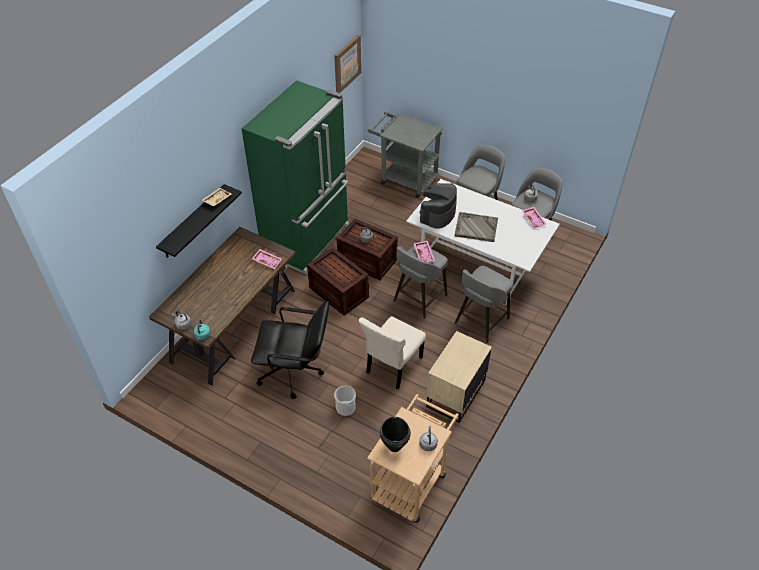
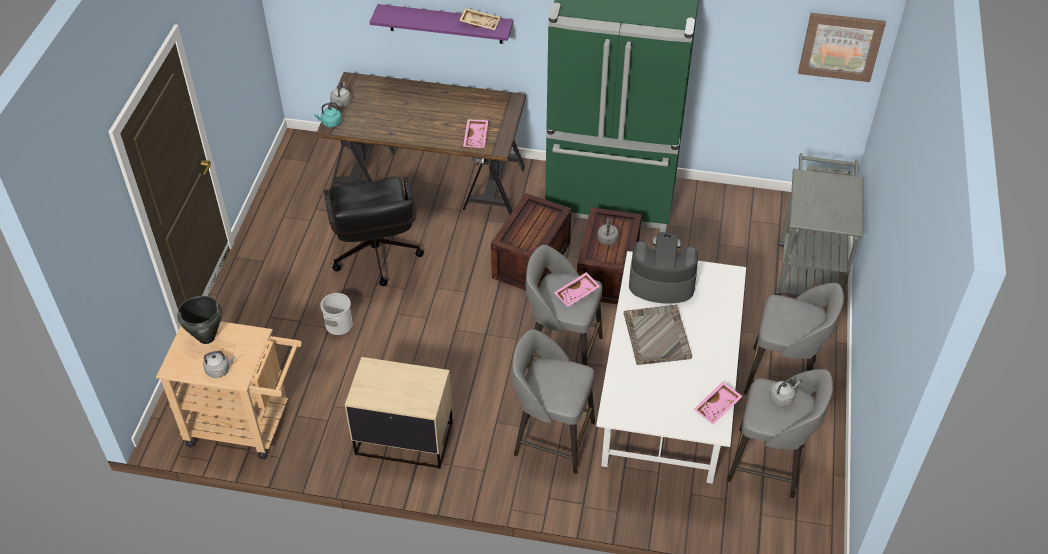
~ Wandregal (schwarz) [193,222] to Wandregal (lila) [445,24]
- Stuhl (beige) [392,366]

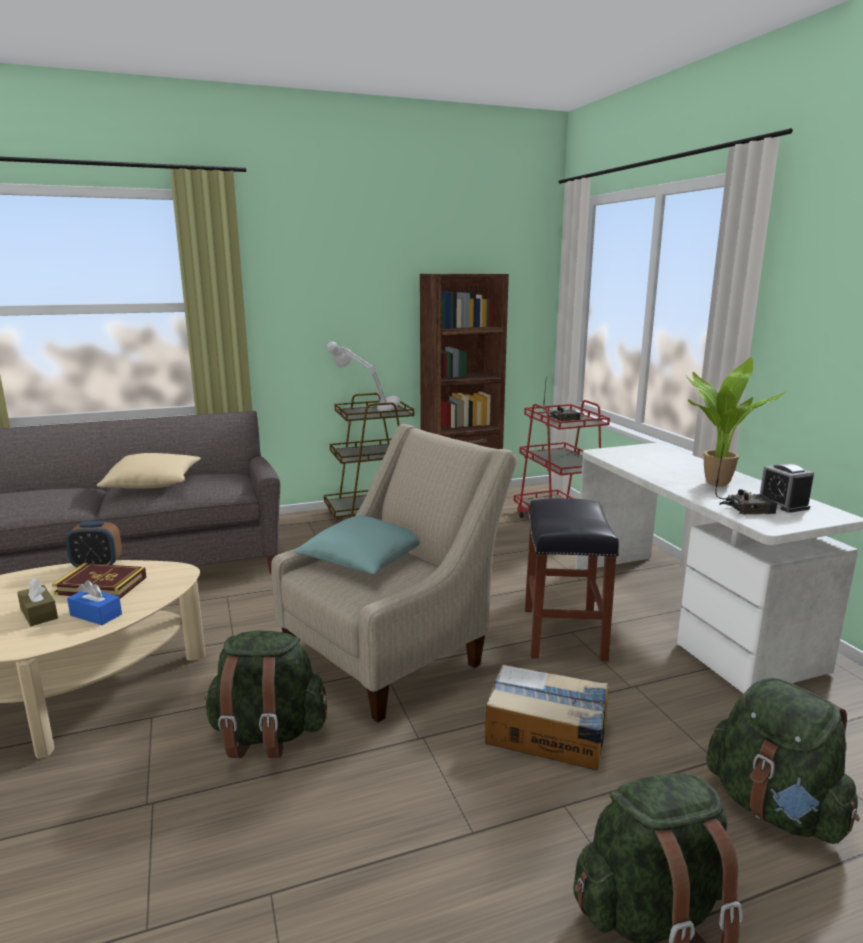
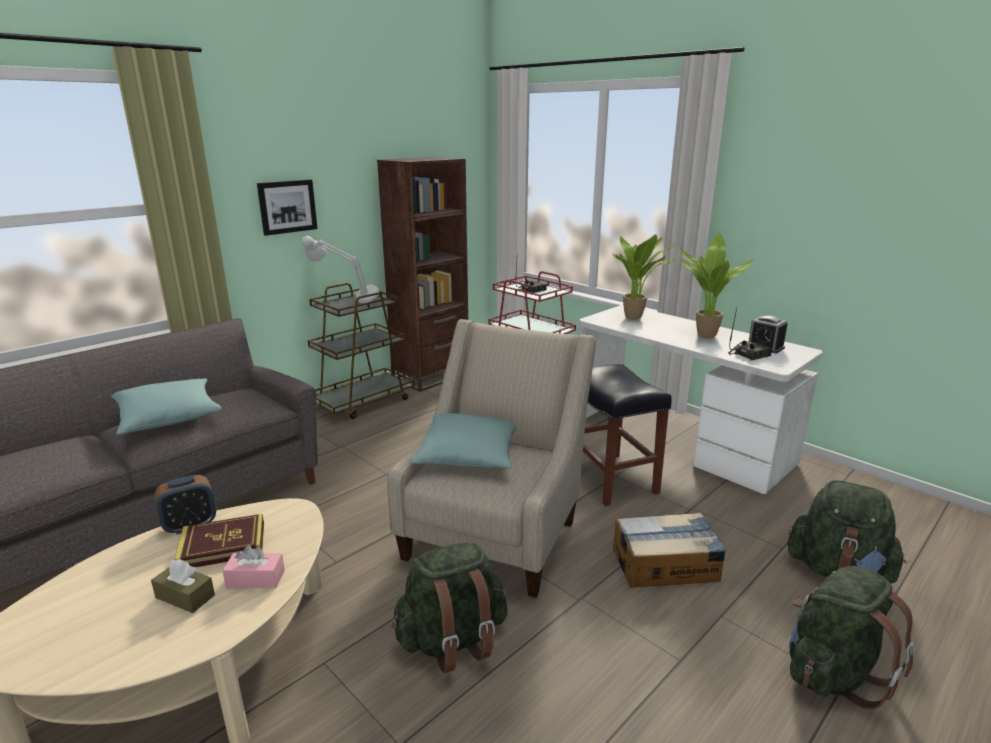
~ Kissen (beige) [153,484] to Kissen (türkis) [168,418]
~ Taschentuchbox (blau) [96,615] to Taschentuchbox (rosa) [256,579]
+ Bild [287,206]
+ Topfpflanze [636,318]

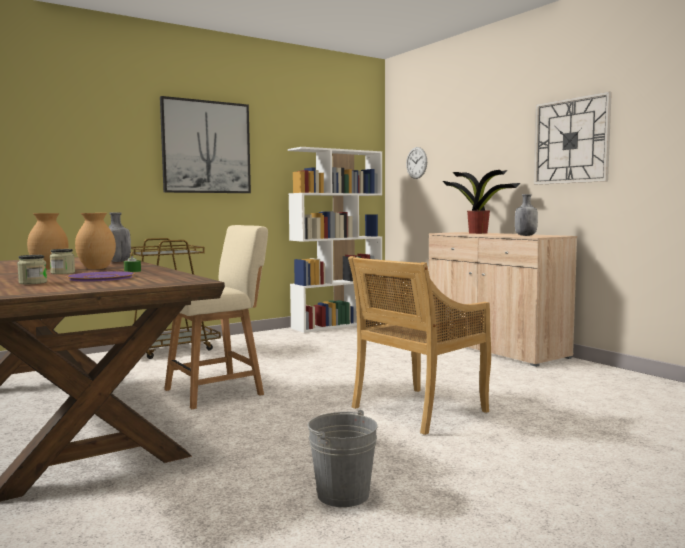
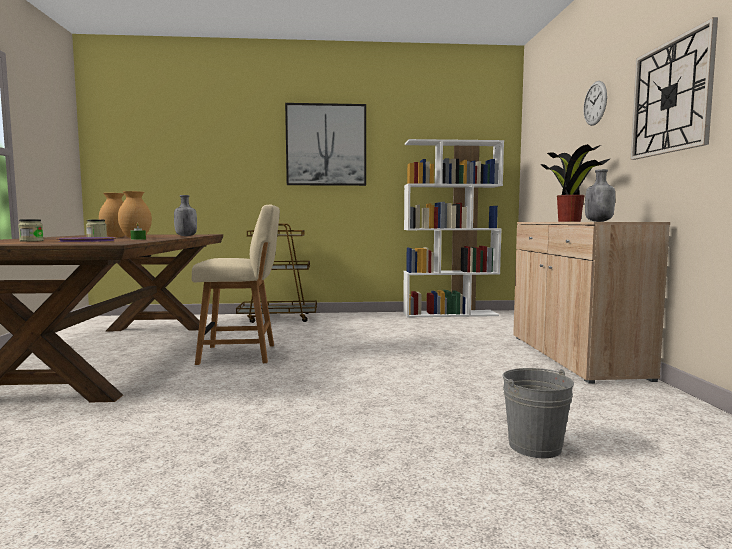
~ Eimer (grau) [343,494] to [535,446]
~ Wanduhr [416,163] to [595,103]
- Stuhl (beige) [418,410]

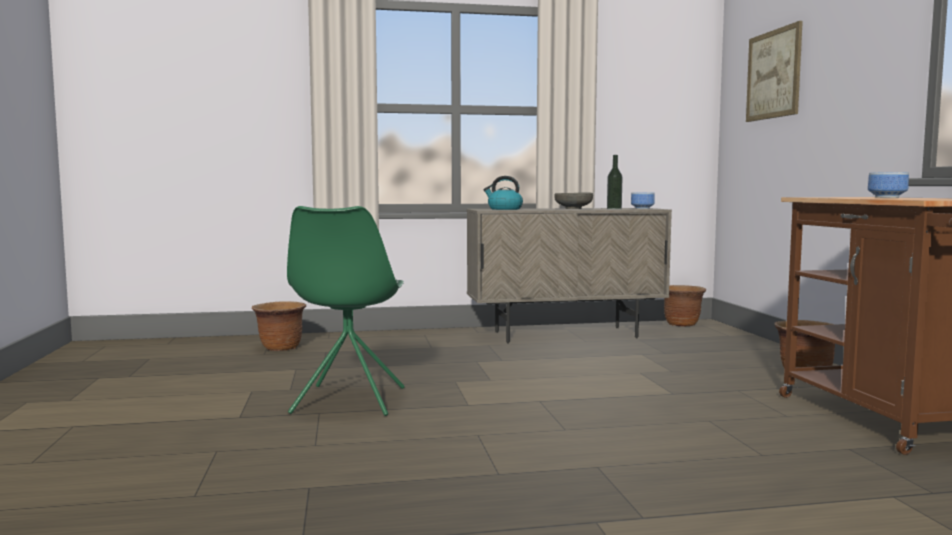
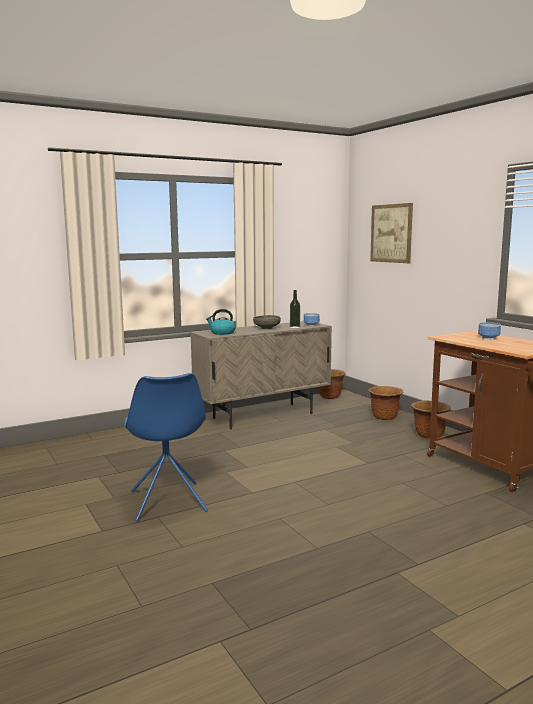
~ Stuhl (grün) [348,401] to Stuhl (blau) [168,502]
~ Pflanzkübel (braun) [280,348] to [384,417]

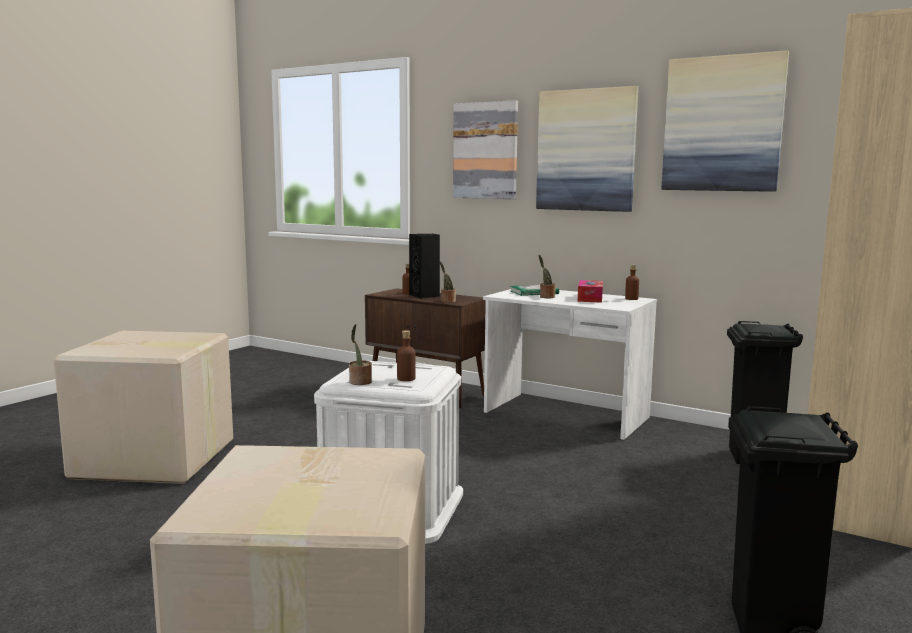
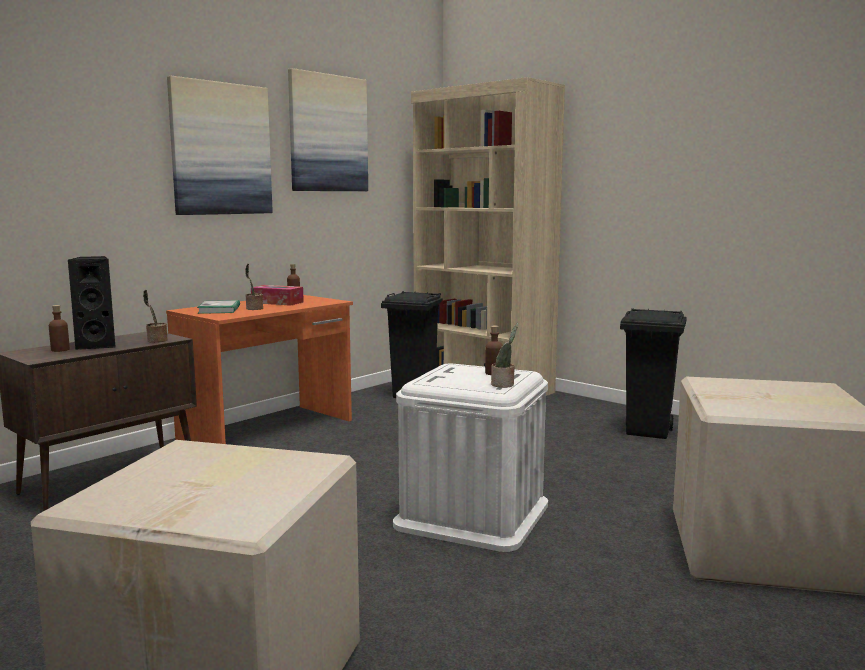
~ Schreibtisch (weiß) [565,415] to Schreibtisch (orange) [269,430]
- Bild [485,151]

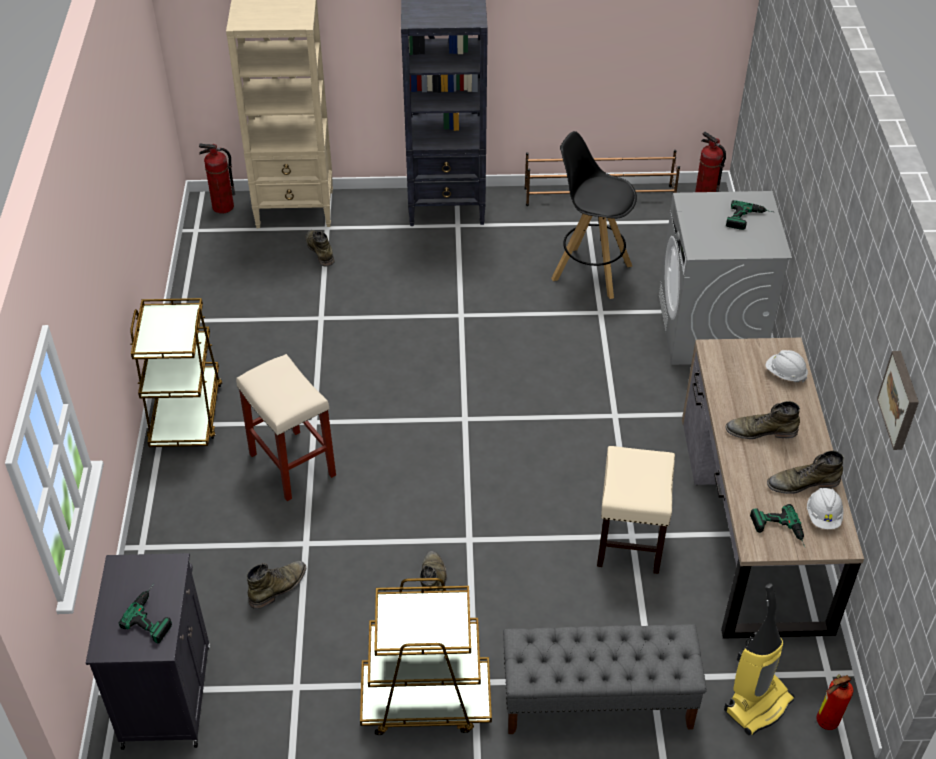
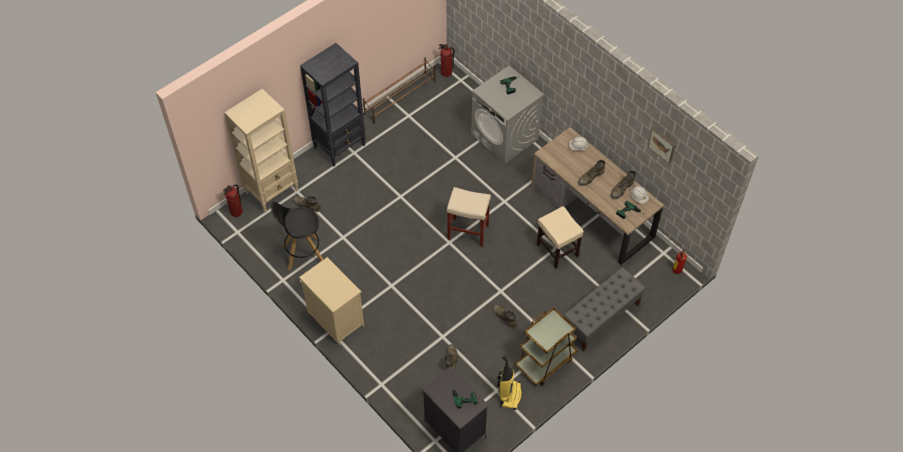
~ Hocker (schwarz) [590,272] to [303,254]
~ Rollwagen (braun) [186,413] to Schrank (beige) [335,319]
~ Hocker (beige) [291,464] to [467,232]
~ Staubsauger [757,704] to [509,395]

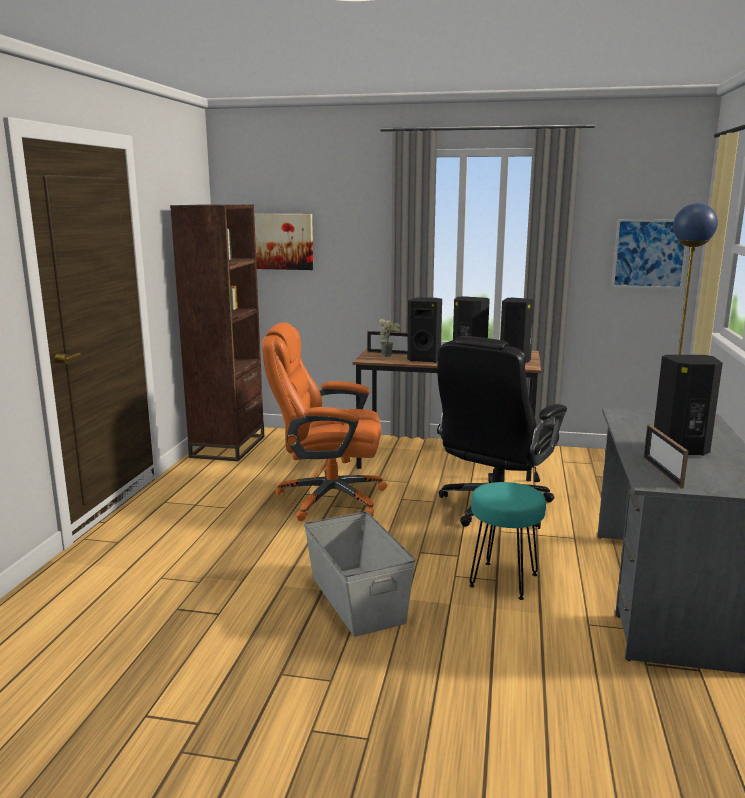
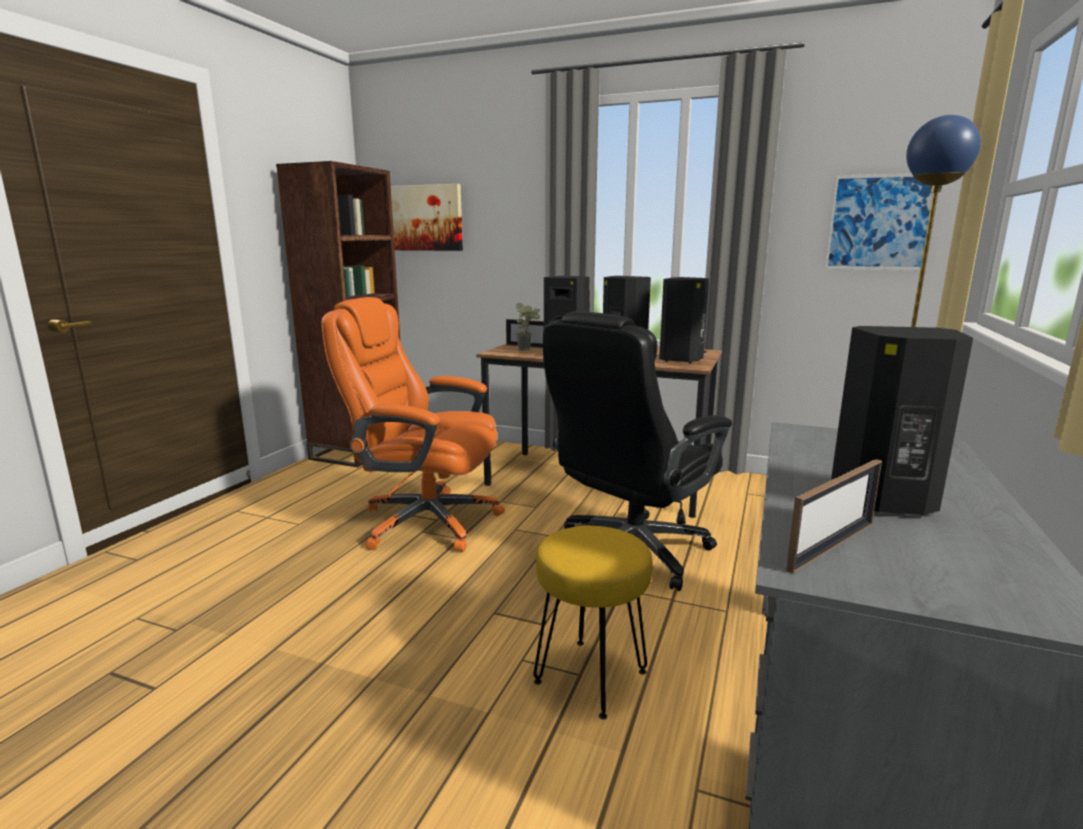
~ Hocker (türkis) [503,580] to Hocker (gelb) [590,676]
~ Bilderrahmen [662,472] = [831,546] 135 degrees counterclockwise
- Aufbewahrungsbox (grau) [356,599]

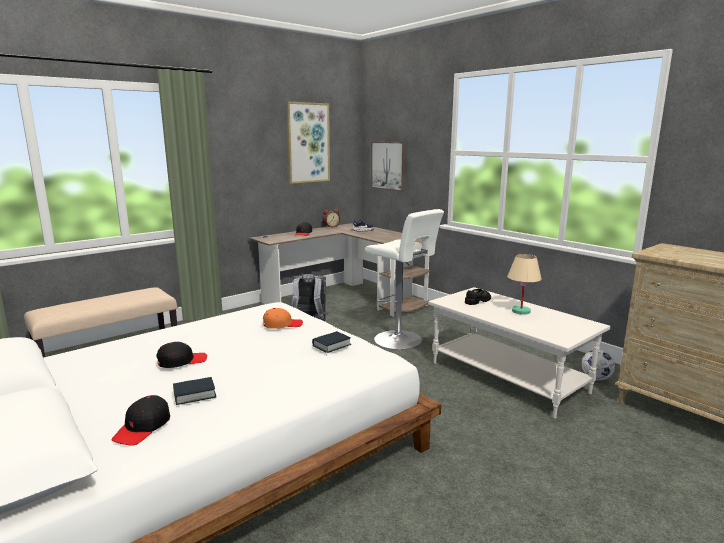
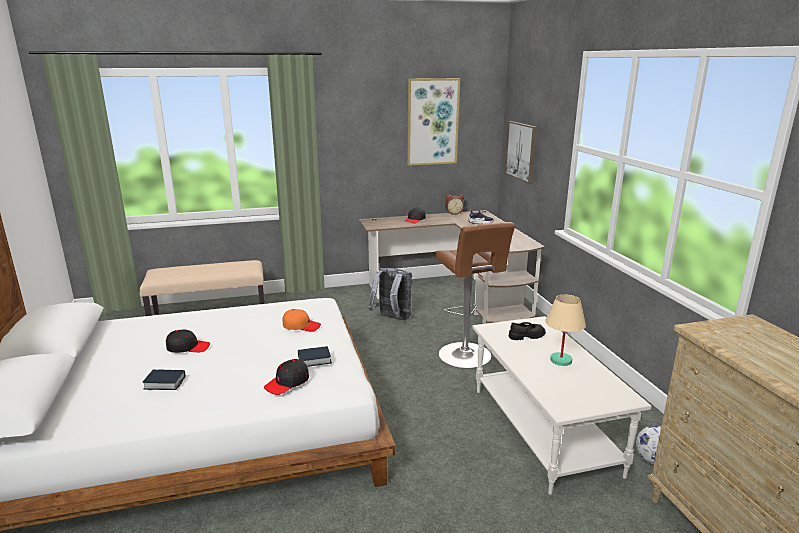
~ Kappe (schwarz) [143,428] to [287,383]
~ Hocker (weiß) [401,340] to Hocker (braun) [466,357]

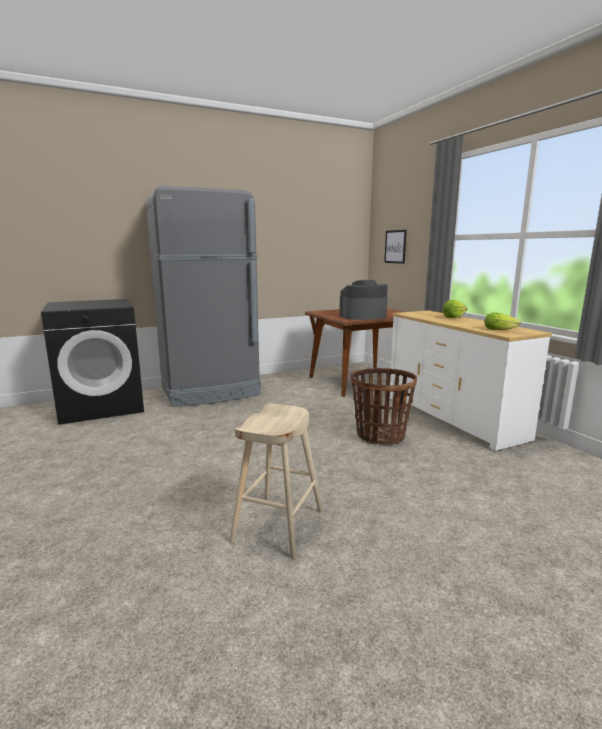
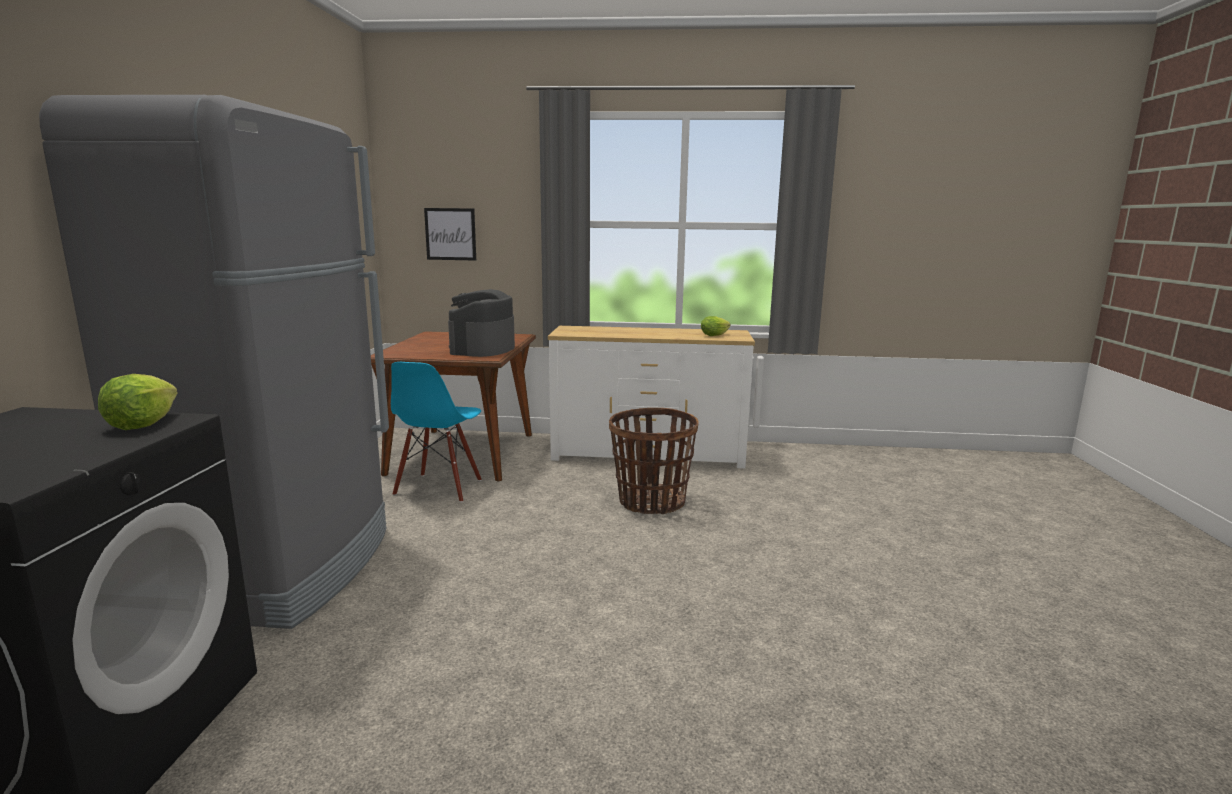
~ Salatkopf [453,317] to [143,424]
+ Stuhl (blau) [439,488]
- Hocker (beige) [278,525]

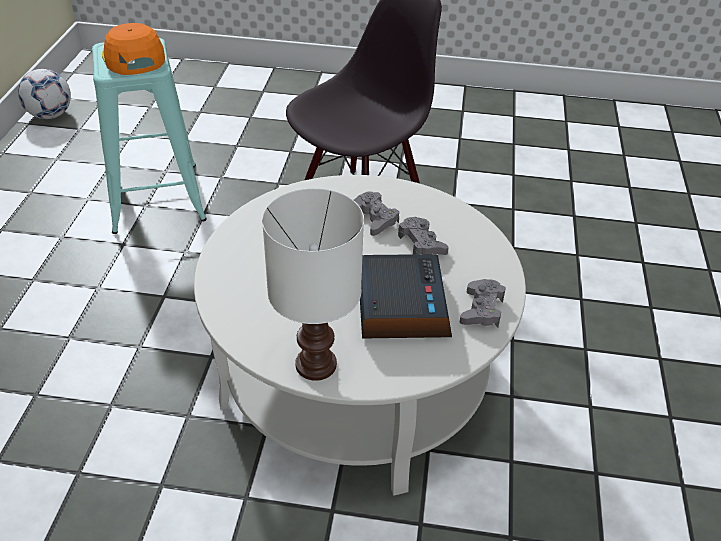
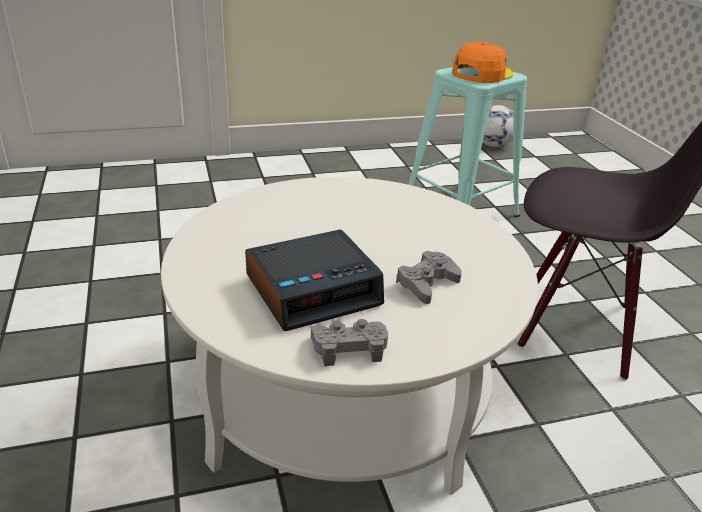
- Tischlampe (weiß) [317,363]
- Gamepad (grau) [374,218]

